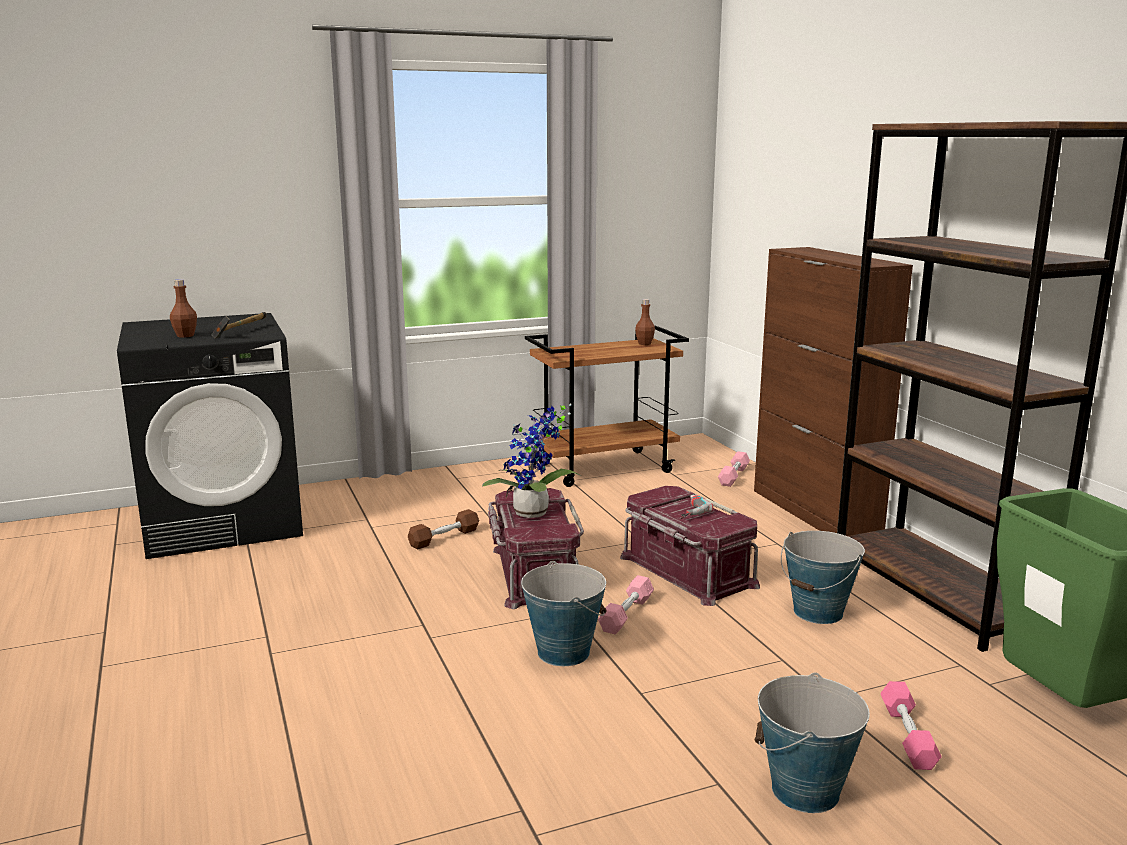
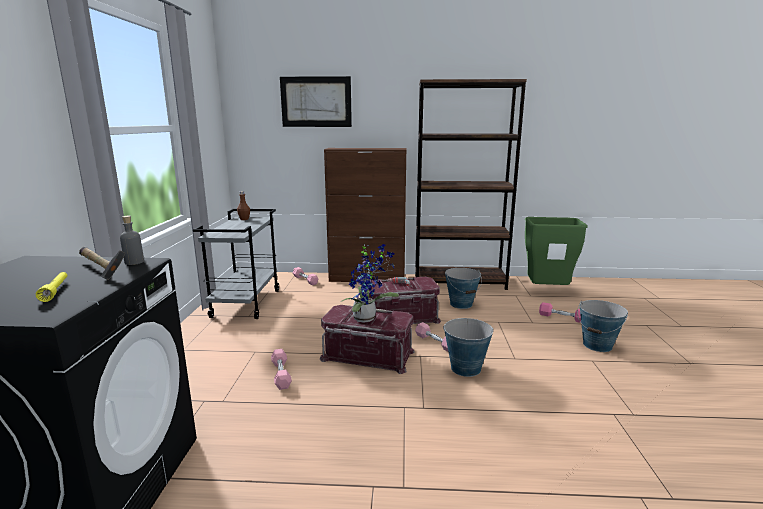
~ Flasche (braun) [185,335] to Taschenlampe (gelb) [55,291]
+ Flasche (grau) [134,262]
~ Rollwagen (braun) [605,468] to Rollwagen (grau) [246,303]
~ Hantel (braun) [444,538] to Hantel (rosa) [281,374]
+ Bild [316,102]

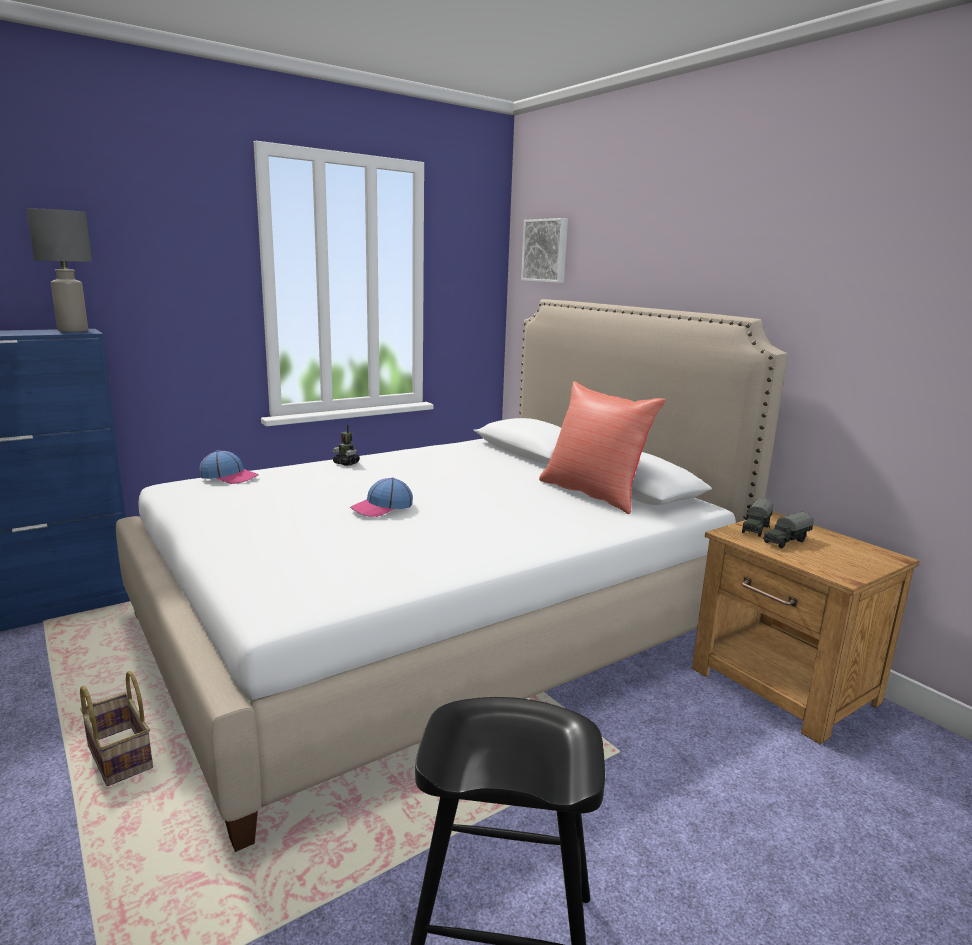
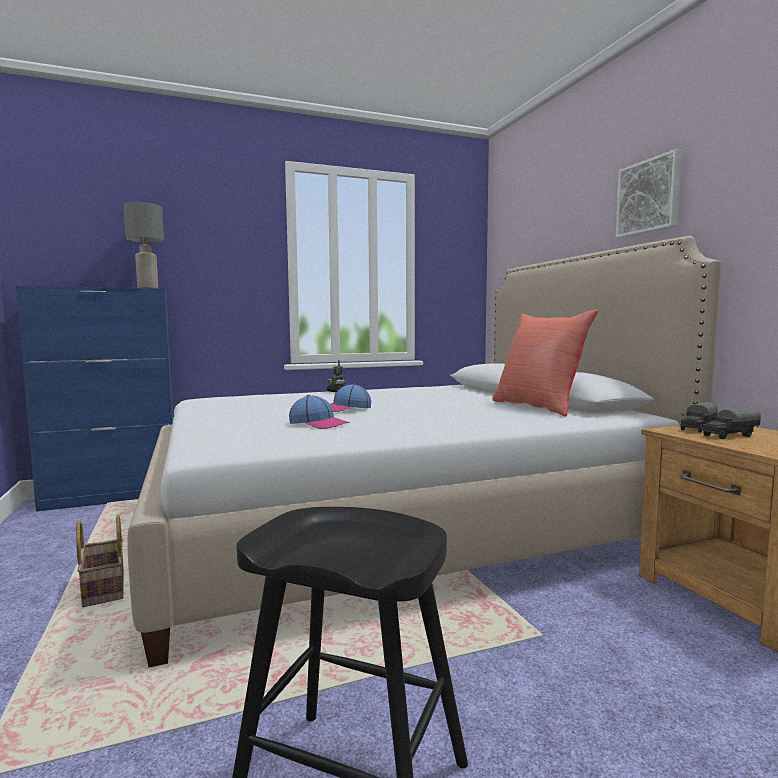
~ Kappe [229,476] to [319,424]
~ Bild [546,250] to [649,197]

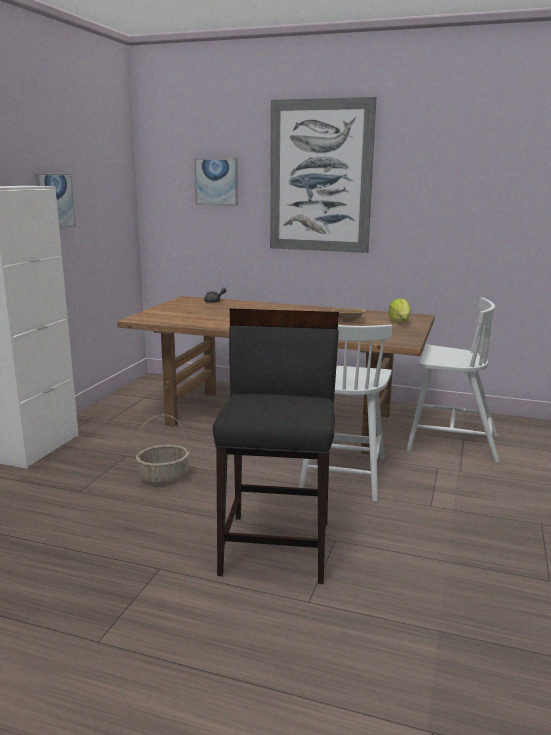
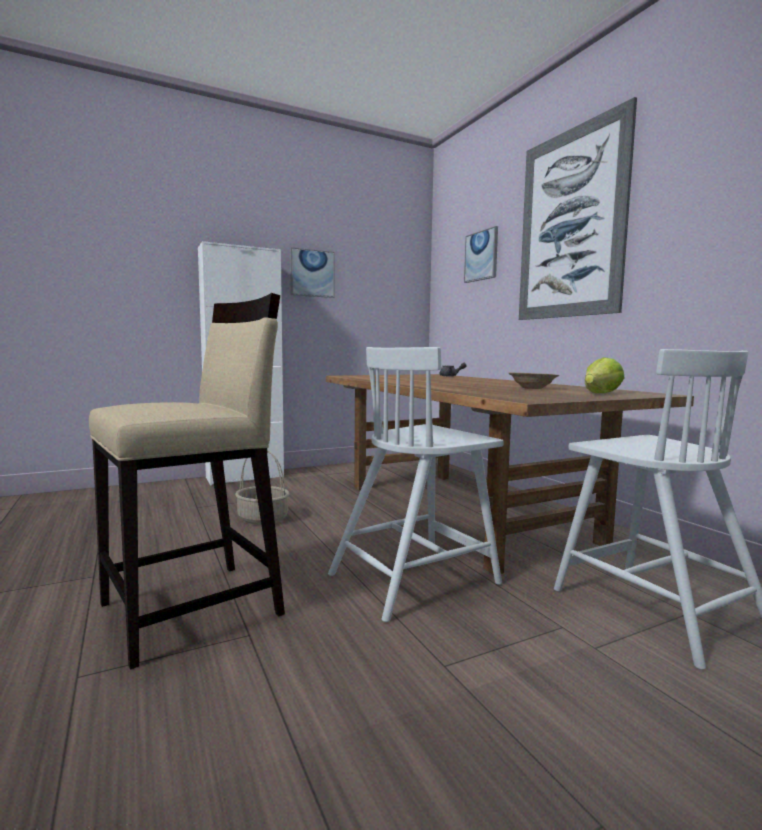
~ Hocker (schwarz) [277,546] to Hocker (beige) [194,609]

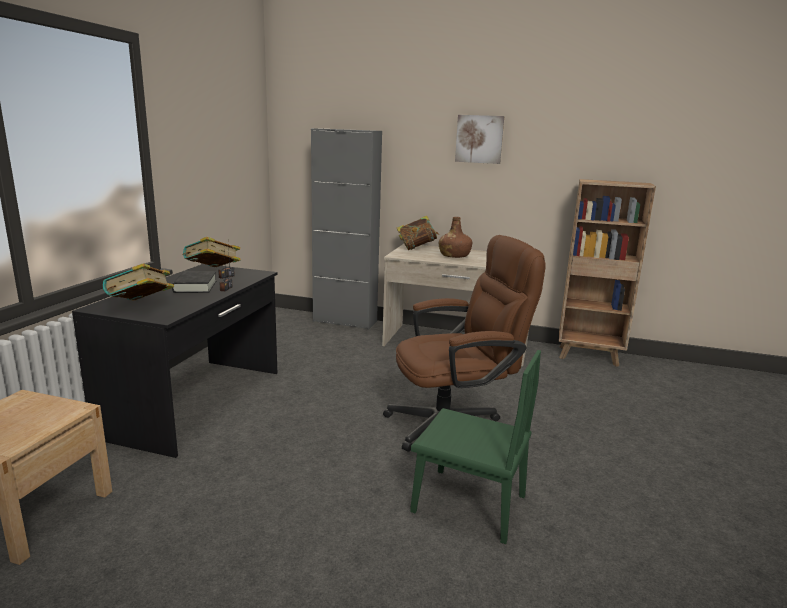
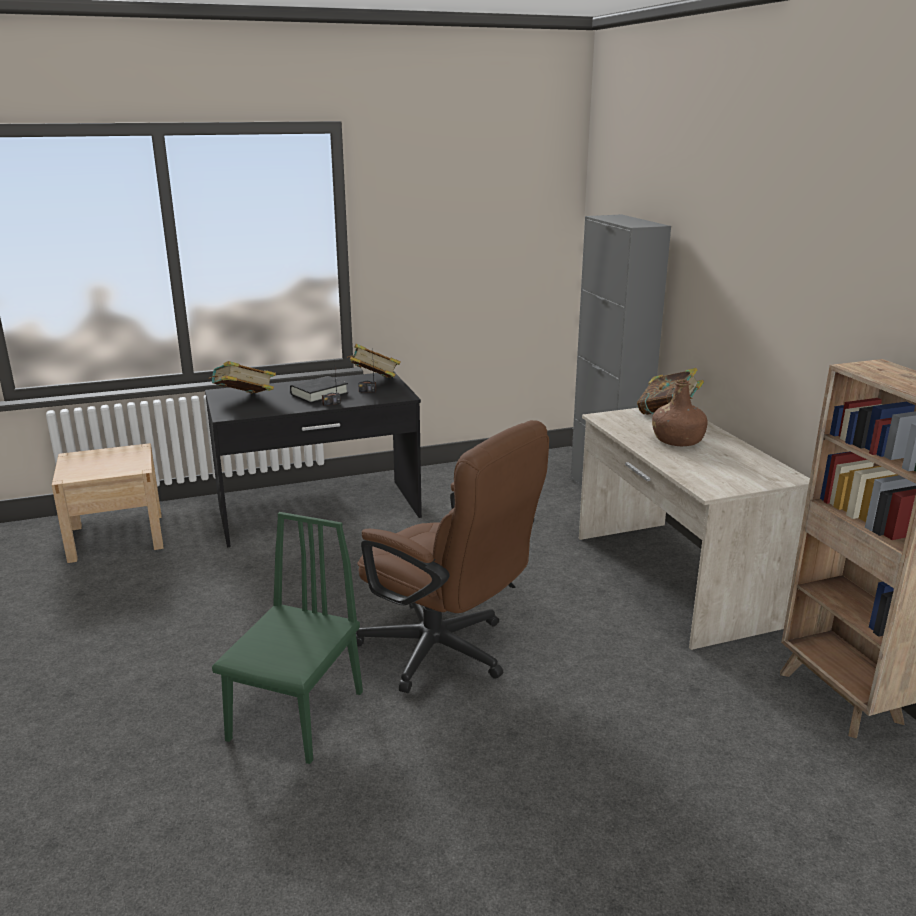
~ Stuhl (grün) [468,504] = [296,715] 150 degrees counterclockwise
- Bild [479,139]

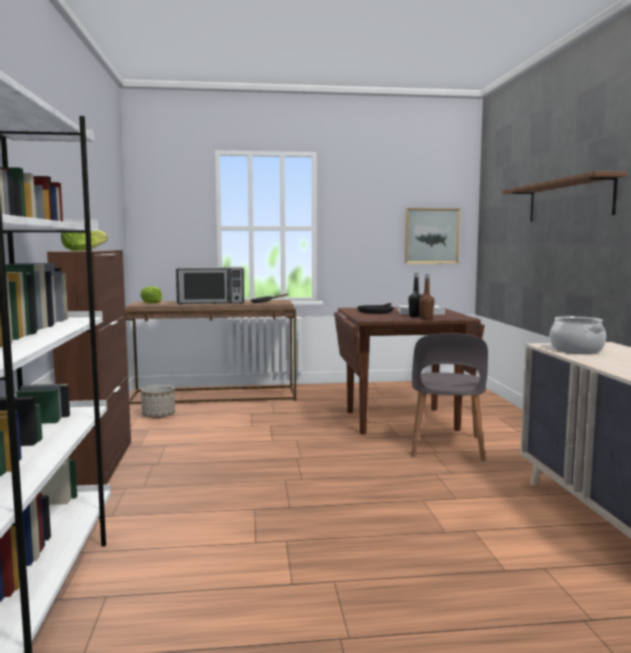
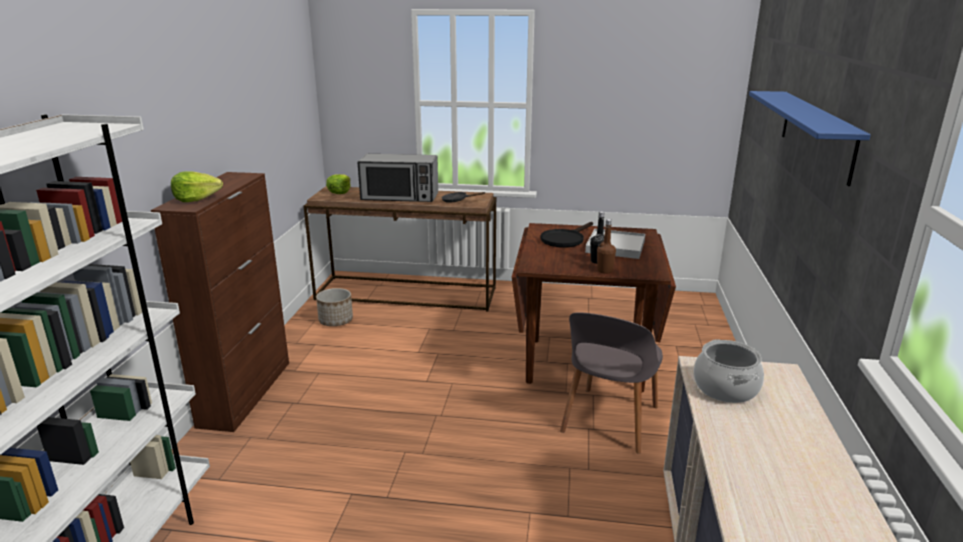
~ Wandregal (braun) [568,200] to Wandregal (blau) [816,133]
- Bild [431,236]

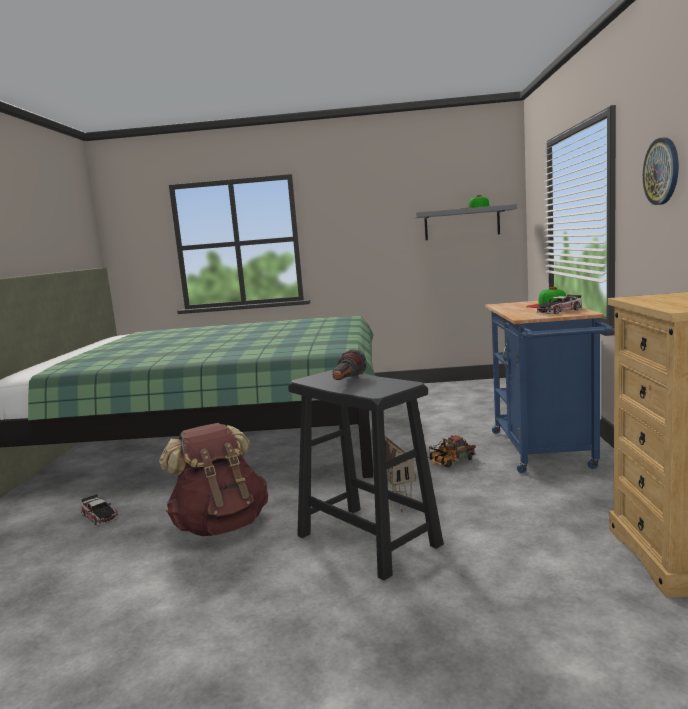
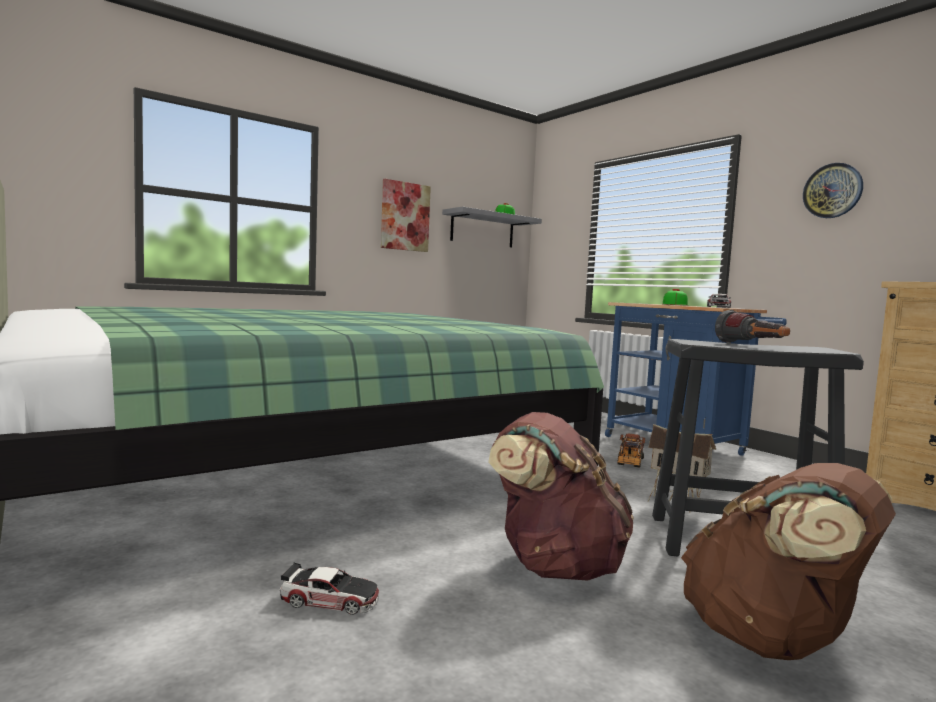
+ Bild [405,216]
+ Rucksack (braun) [774,641]

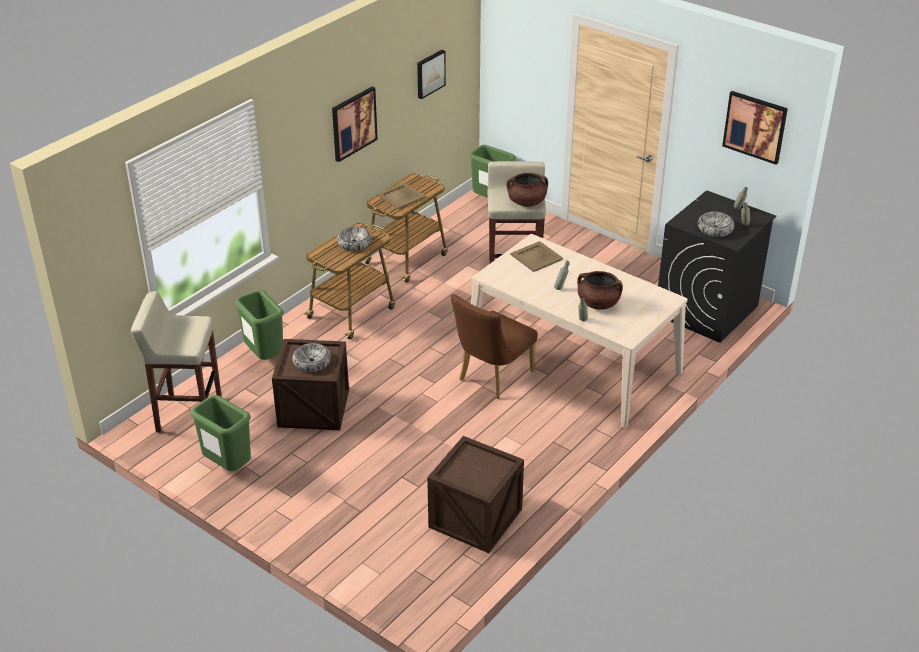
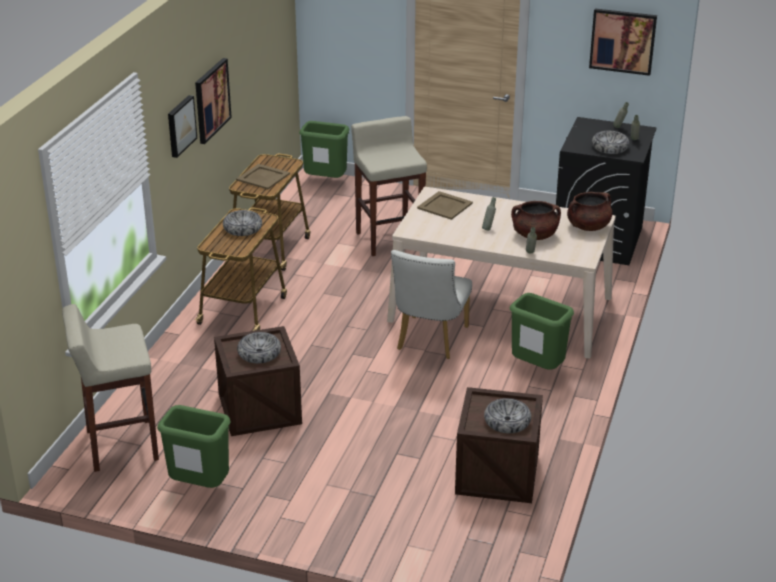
~ Bild [429,73] to [180,125]
~ Stuhl (braun) [492,378] to Stuhl (weiß) [430,341]
+ Schüssel [507,422]
~ Mülleimer (grün) [264,357] to [536,369]
~ Kochtopf (braun) [526,202] to [588,226]

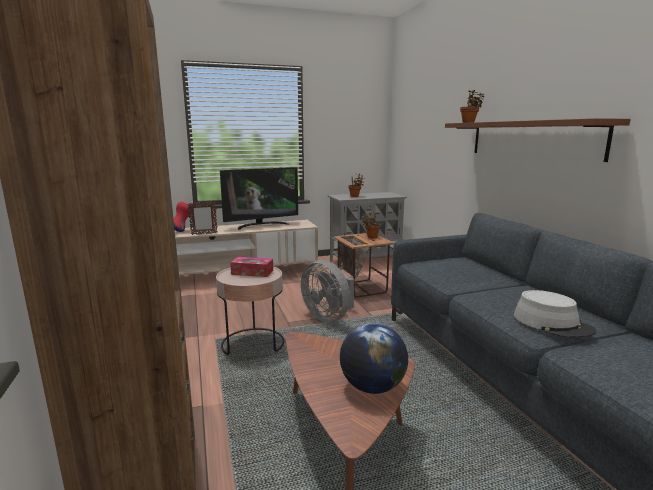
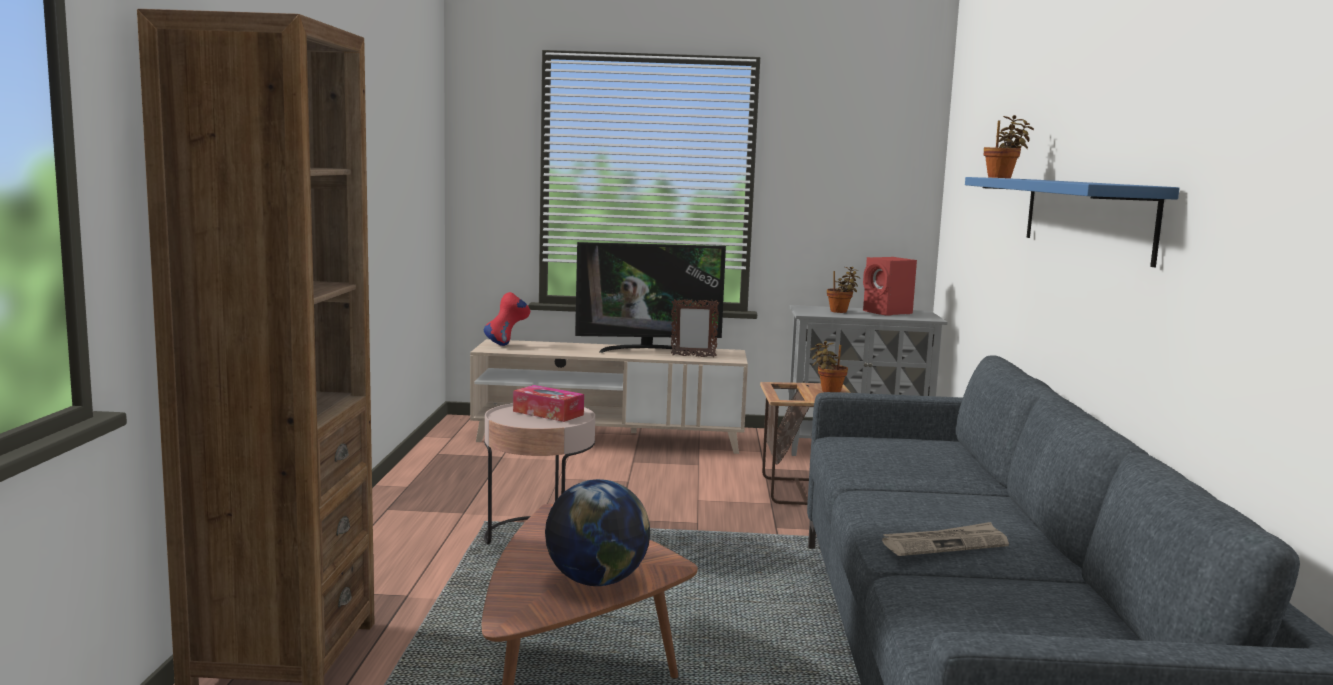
~ Bilderrahmen [204,234] to [693,356]
+ Lautsprecher (rot) [888,312]
~ Hut (grau) [552,323] to Zeitung [945,544]
~ Wandregal (braun) [531,139] to Wandregal (blau) [1085,216]
- Ventilator (grau) [328,317]

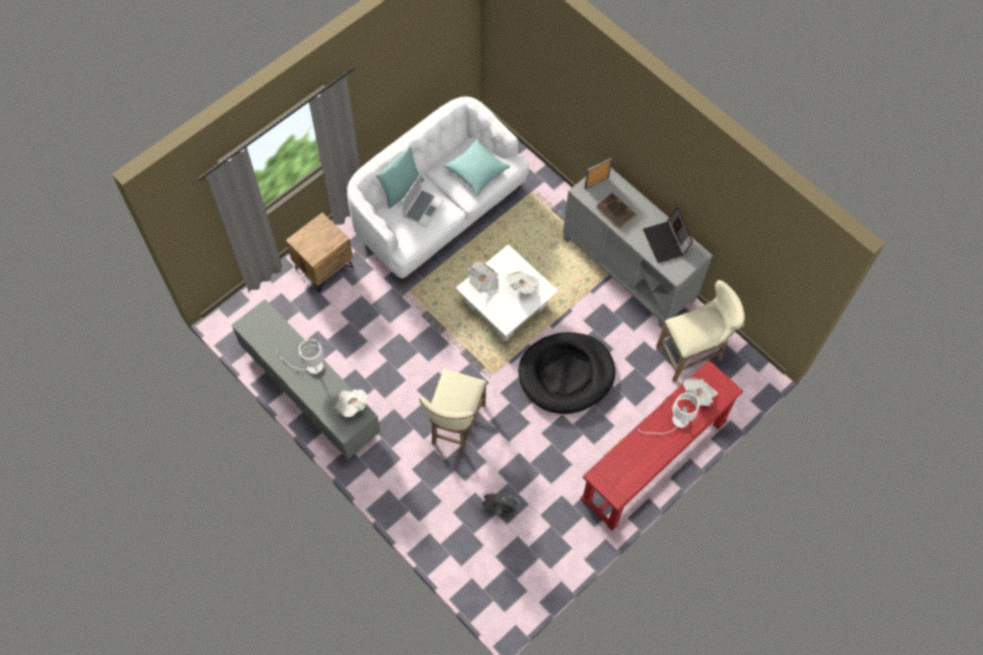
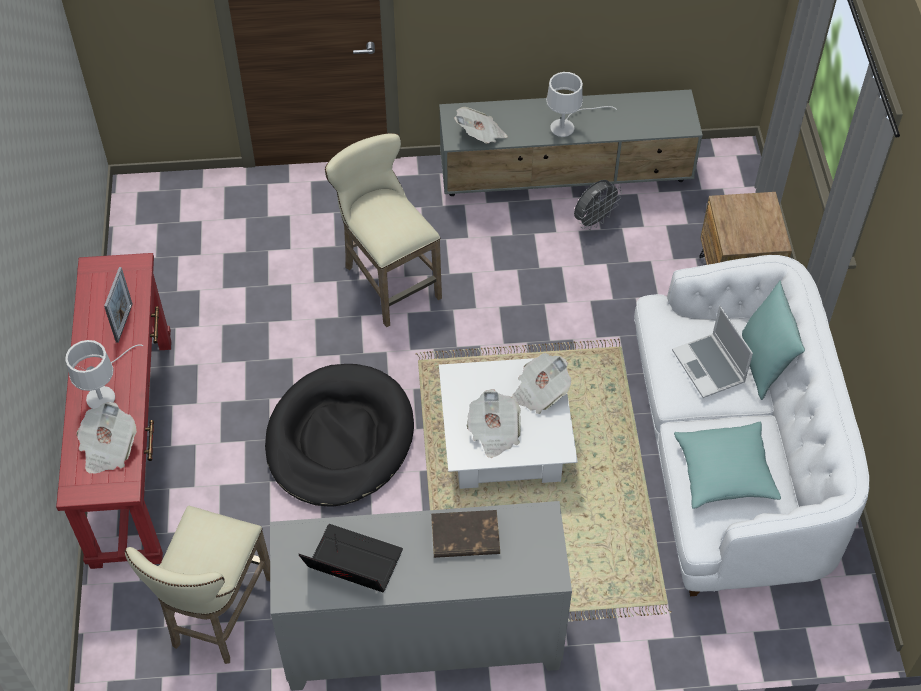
~ Bilderrahmen [596,183] to [124,323]
~ Ventilator (grau) [499,509] to [593,221]

